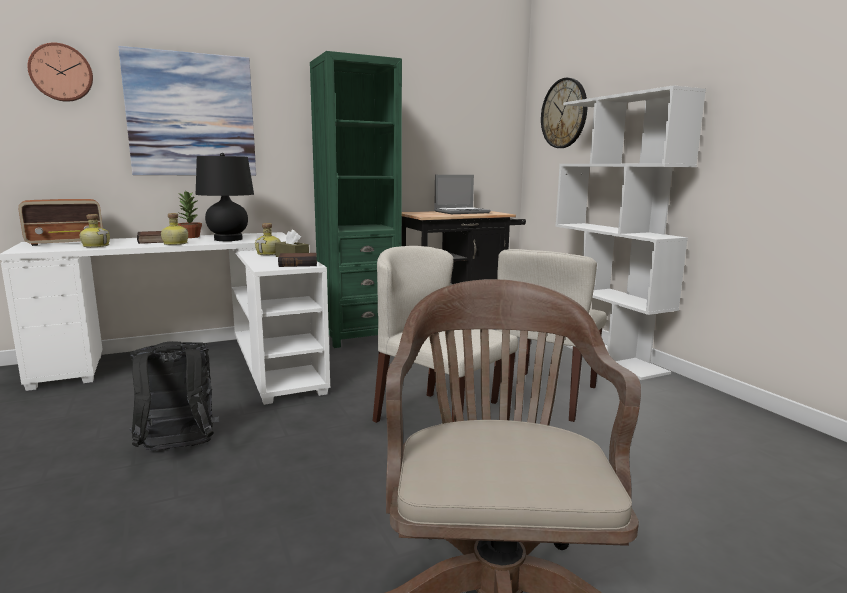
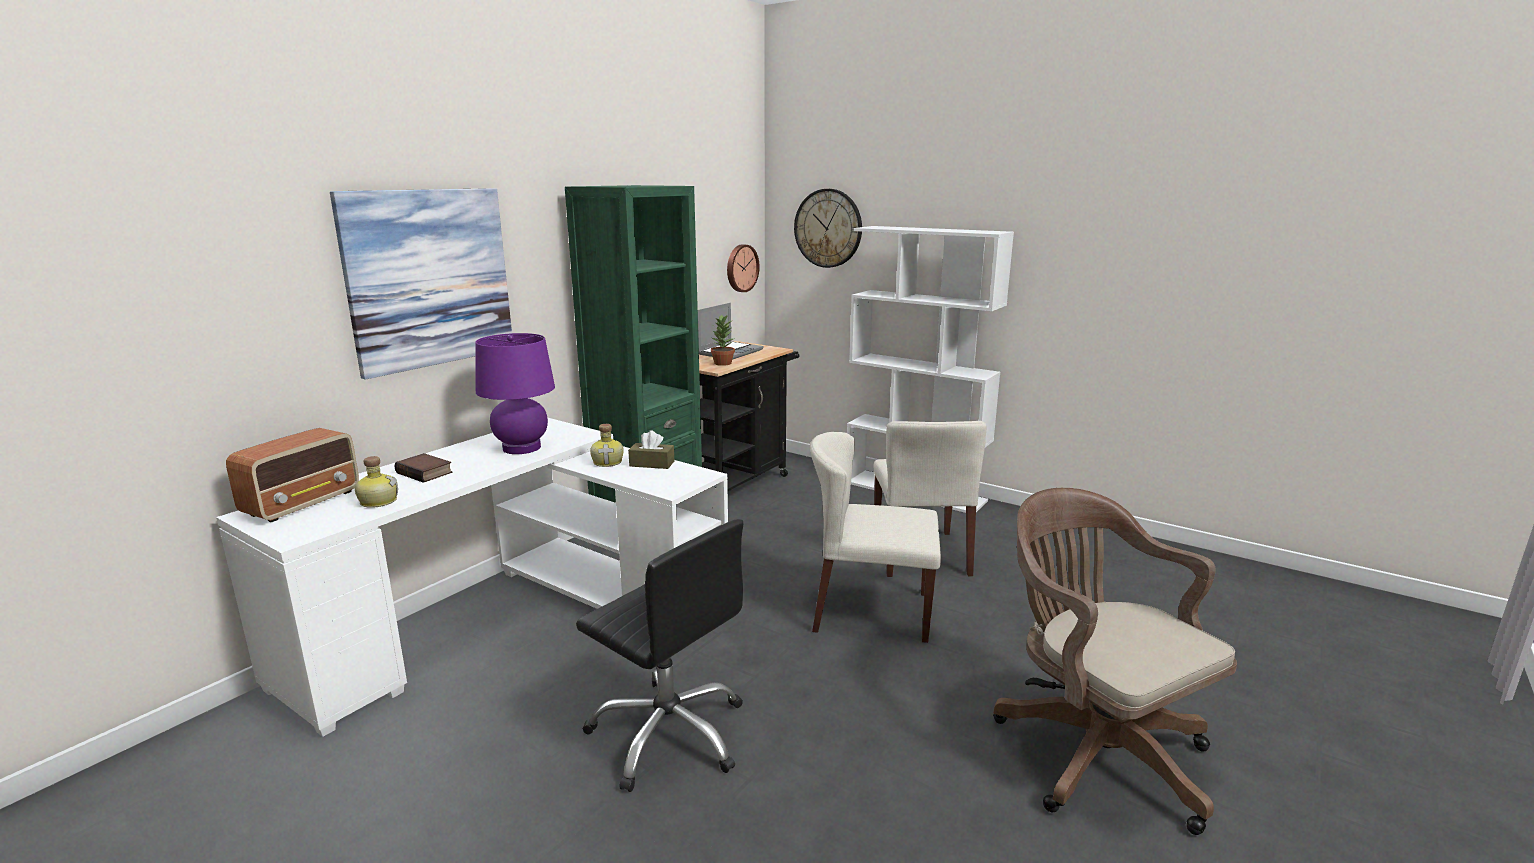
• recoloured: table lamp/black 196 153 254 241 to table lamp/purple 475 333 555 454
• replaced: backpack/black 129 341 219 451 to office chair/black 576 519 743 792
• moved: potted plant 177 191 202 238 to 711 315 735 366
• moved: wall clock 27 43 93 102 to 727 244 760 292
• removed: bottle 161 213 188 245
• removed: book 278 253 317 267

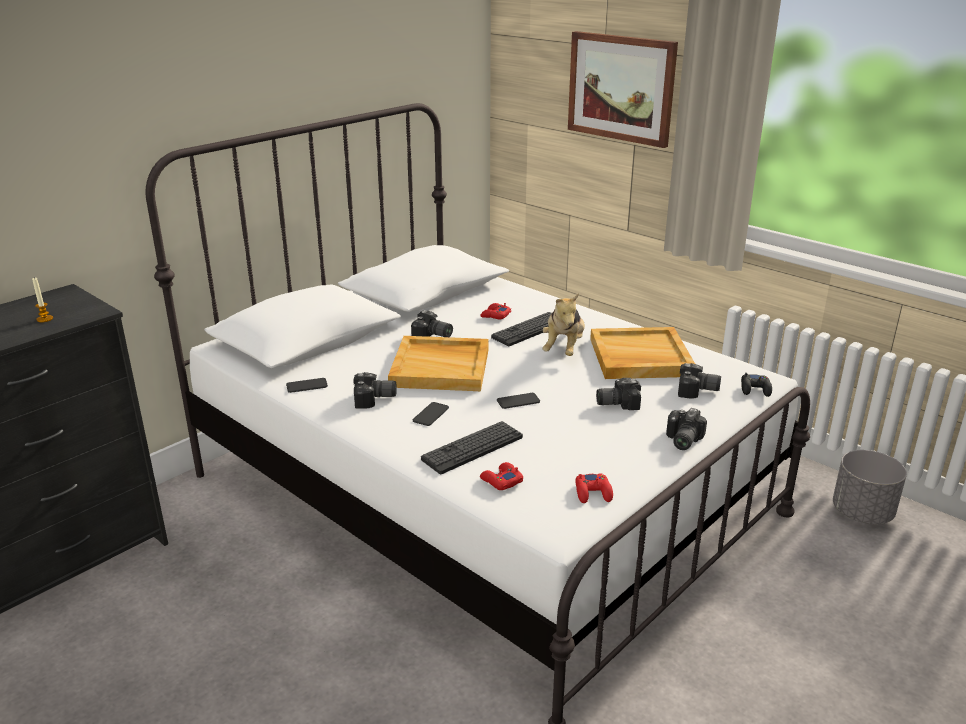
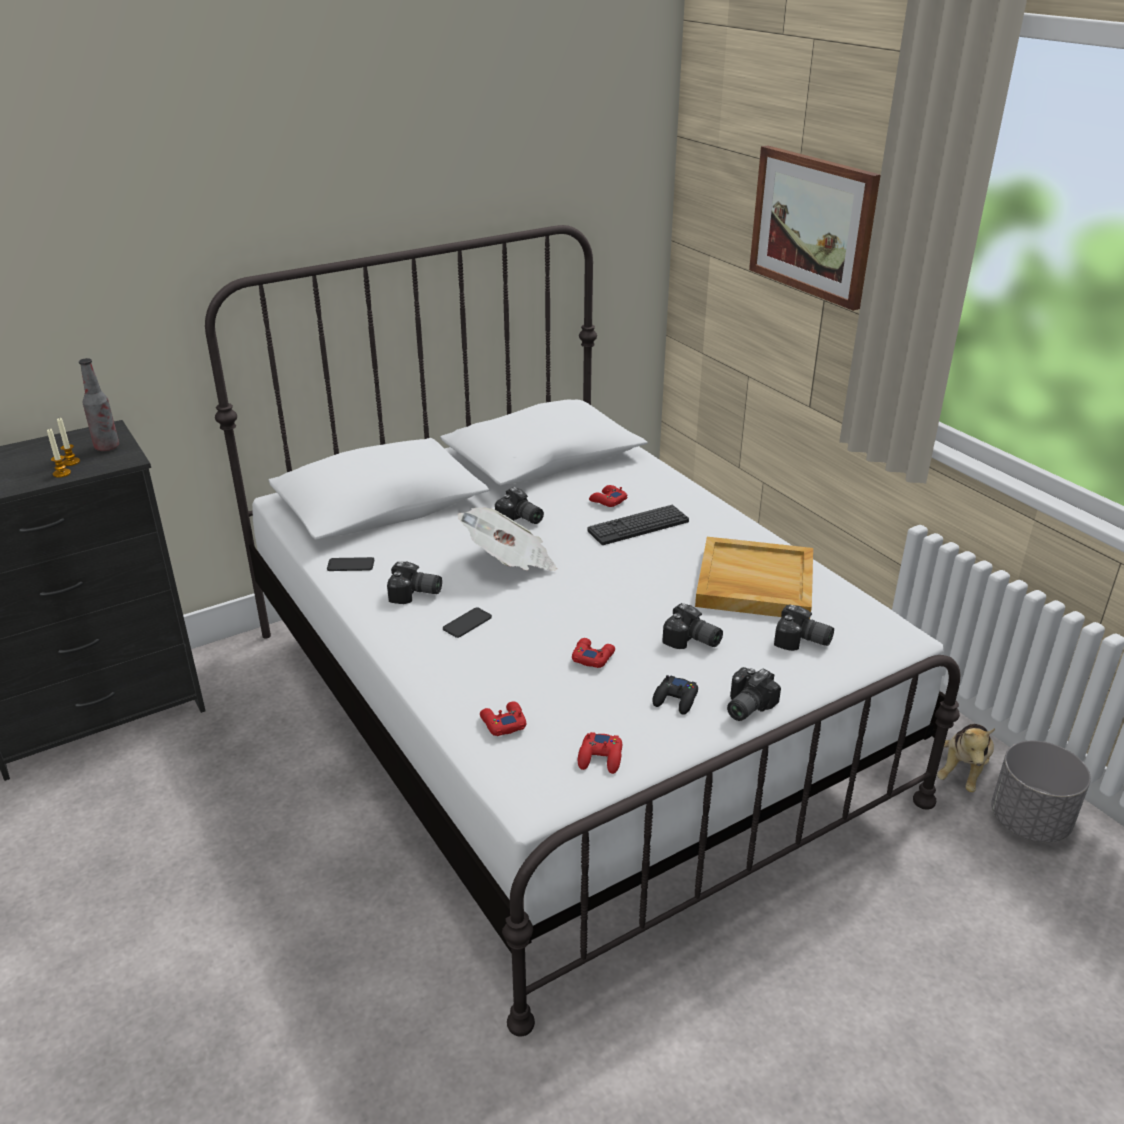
• added: candle 47 429 71 478
• added: bottle 79 358 119 451
• replaced: tray/beige 388 336 489 391 to newspaper 458 508 558 571
• added: game controller/red 572 638 615 668
• moved: game controller/black 741 373 772 397 to 653 675 698 715
• turned: photo camera 596 378 641 410 = 662 603 723 649 150 degrees counterclockwise
• moved: plush toy 542 293 585 356 to 937 724 995 792
• removed: keyboard 421 421 523 474
• removed: phone 497 393 540 409

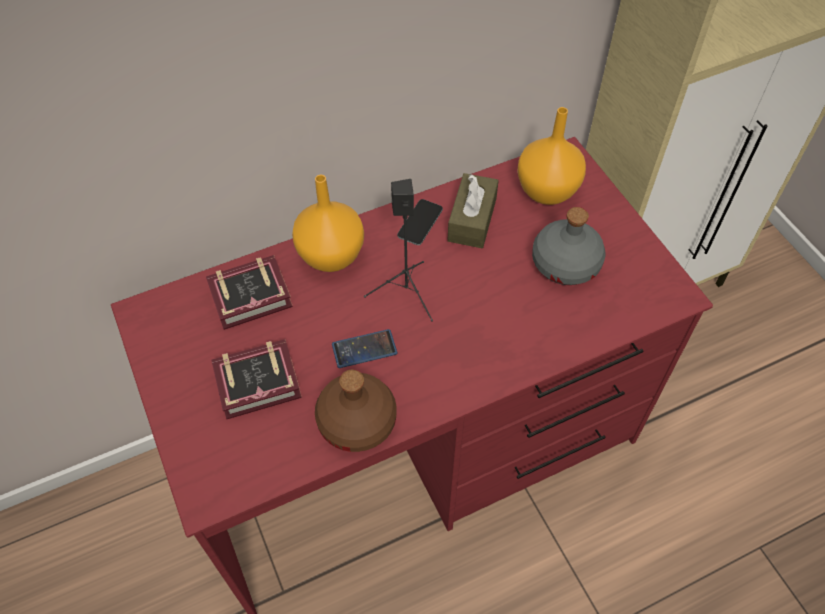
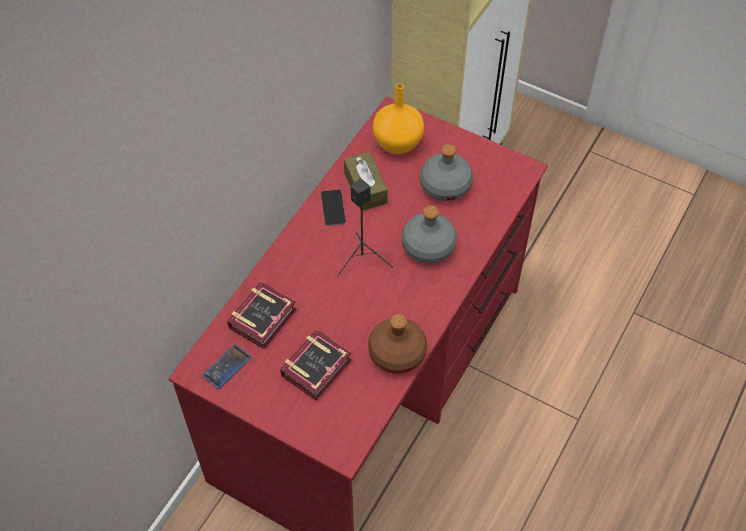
• moved: phone 332 329 397 368 to 202 344 251 389
• added: bottle/grey 402 205 457 263
• removed: vase/orange 292 175 364 272

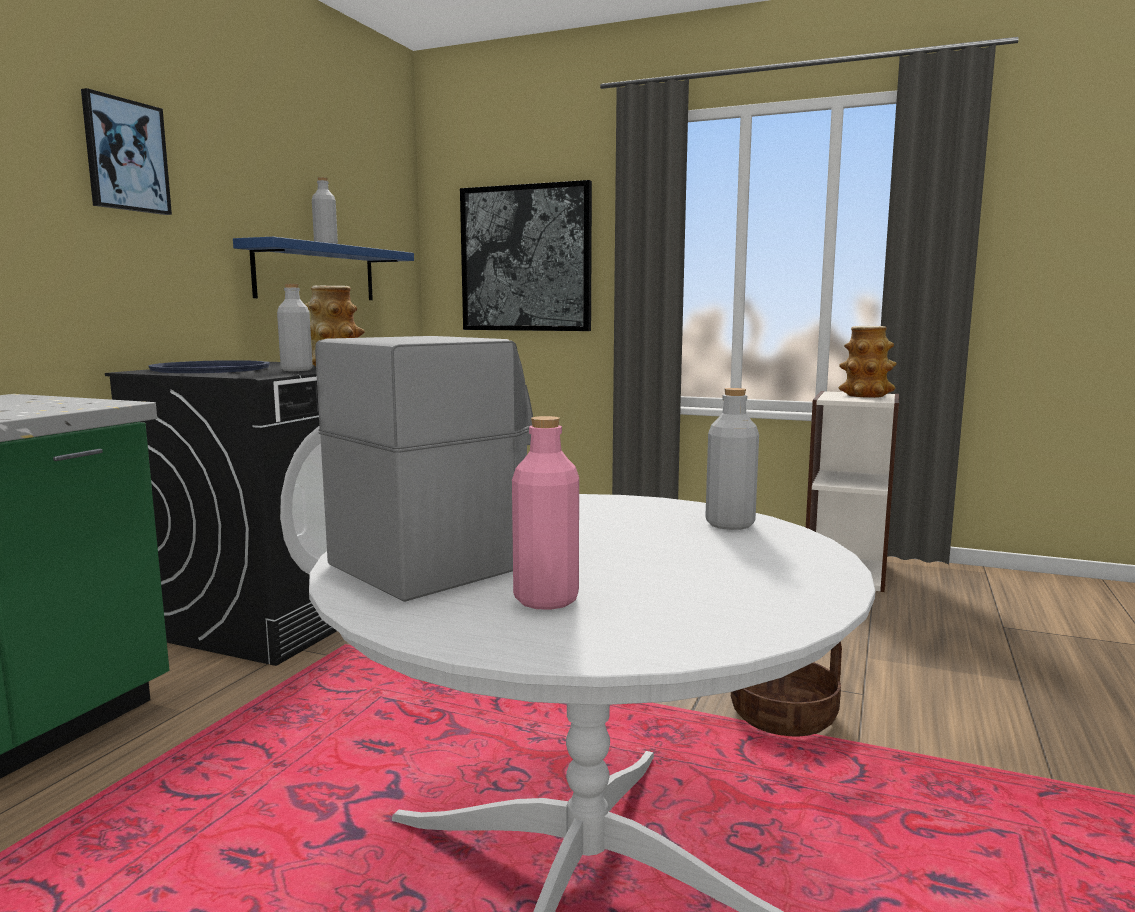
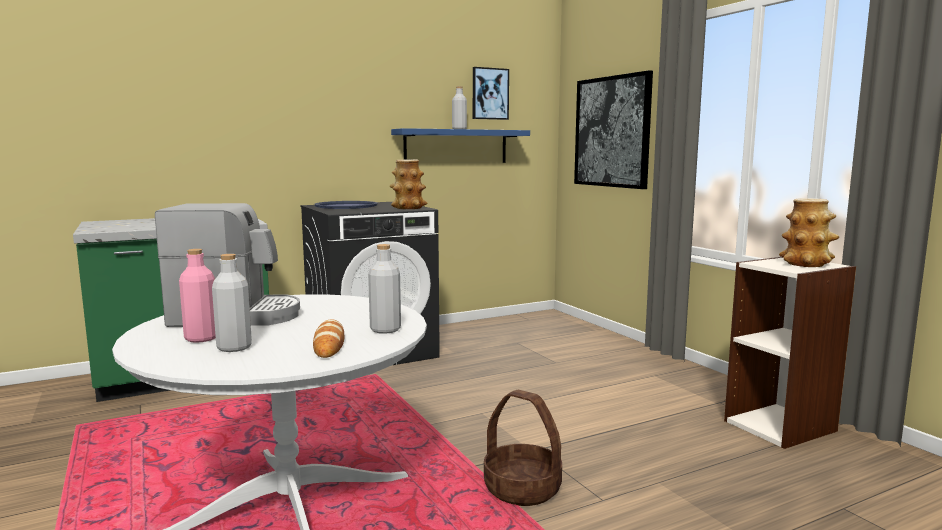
• moved: bottle/grey 277 284 313 371 to 212 254 252 352
• added: bread 313 319 344 358
• moved: picture 81 88 172 215 to 473 67 509 120

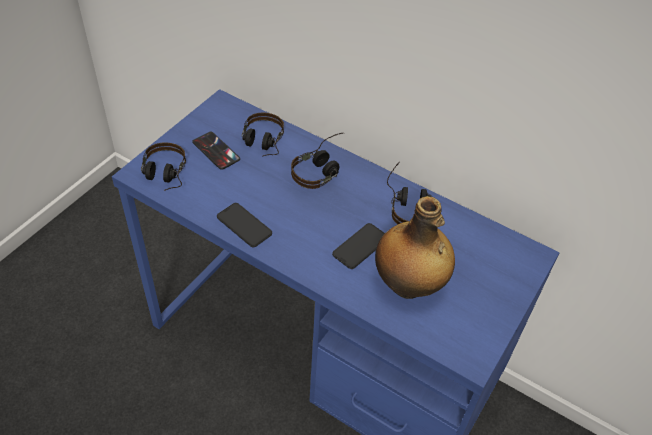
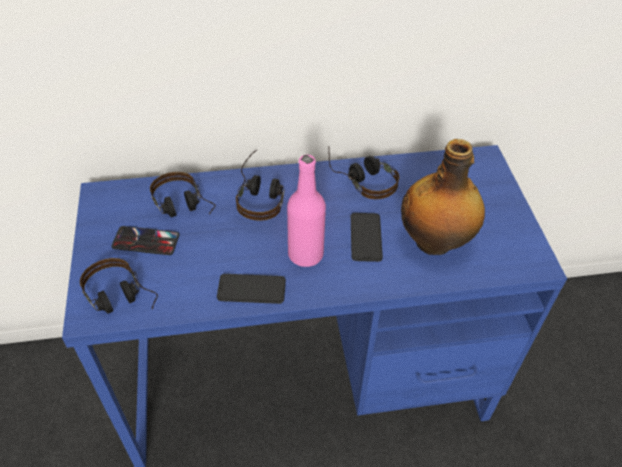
• added: bottle/pink 287 155 326 267

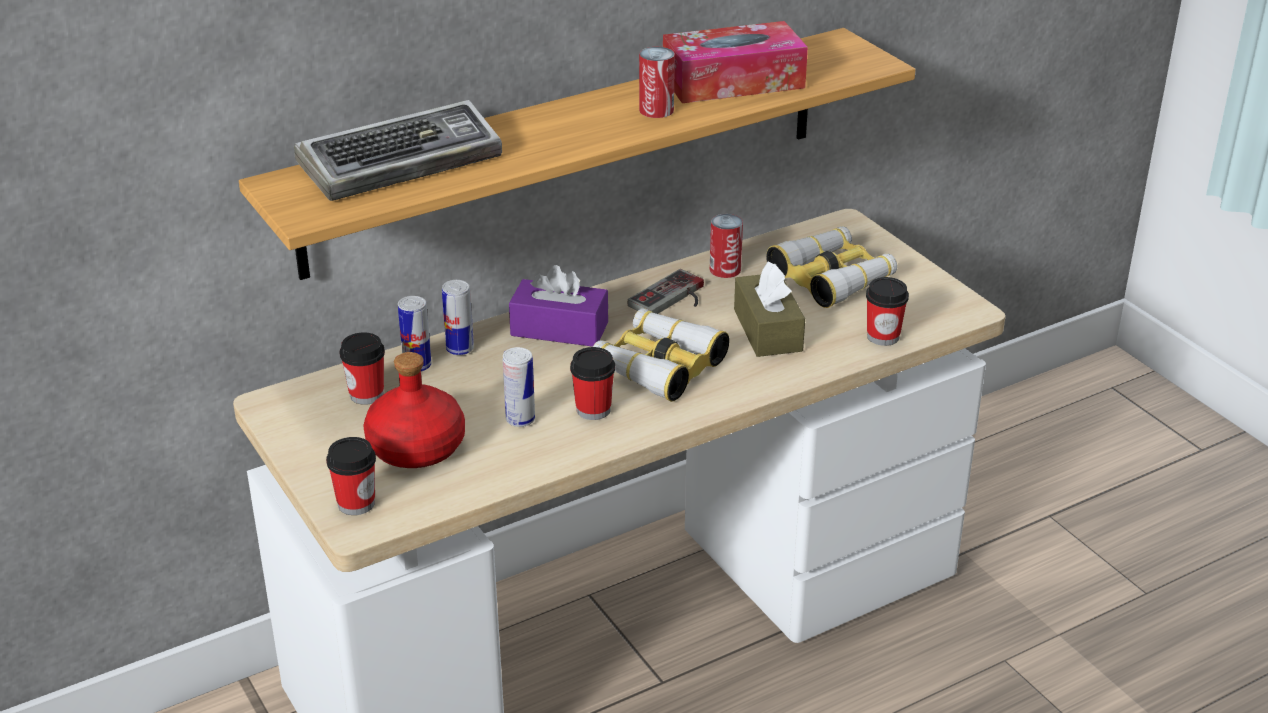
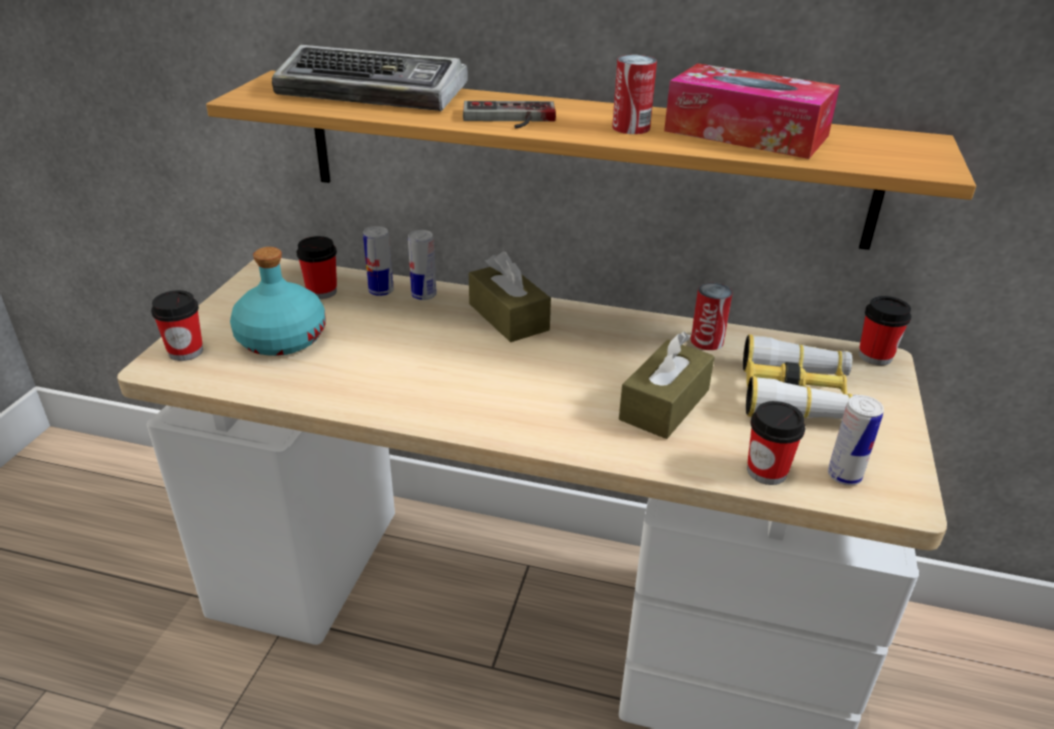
• recoloured: bottle/red 363 352 465 468 to bottle/turquoise 230 247 326 356
• moved: game controller 627 269 704 314 to 463 101 556 128
• recoloured: tissue box/purple 509 265 608 347 to tissue box/brown 469 252 551 342
• moved: can 503 347 535 427 to 828 395 884 486
• moved: cup 570 347 615 420 to 859 296 911 365
• removed: binoculars 593 308 729 402

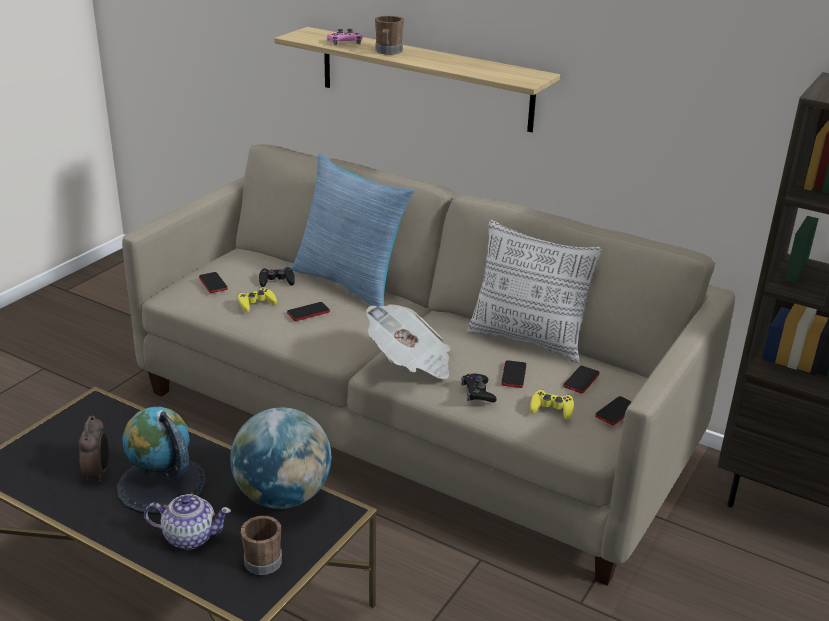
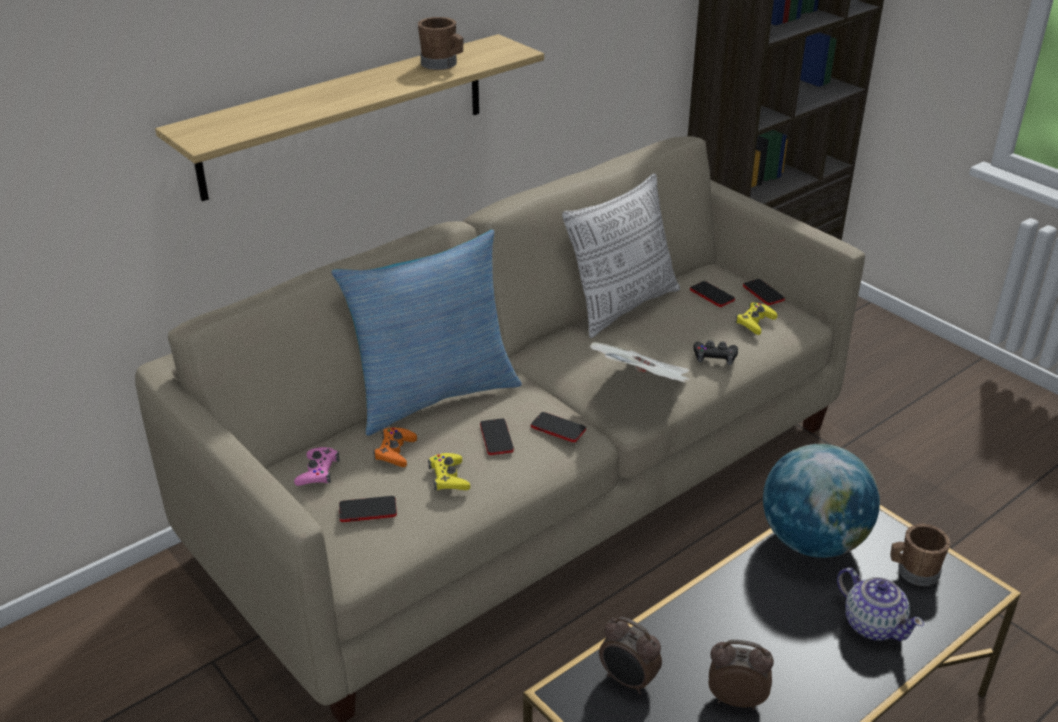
• moved: game controller/pink 327 29 363 45 to 294 447 340 486
• recoloured: game controller/black 259 267 295 287 to game controller/orange 373 427 417 467
• moved: mug/brown 375 16 404 55 to 418 17 463 70
• moved: phone 501 360 526 388 to 531 412 586 442
• added: alarm clock 599 617 662 694
• turned: teapot 144 494 231 549 = 837 567 924 641 120 degrees clockwise
• removed: globe 117 407 207 515

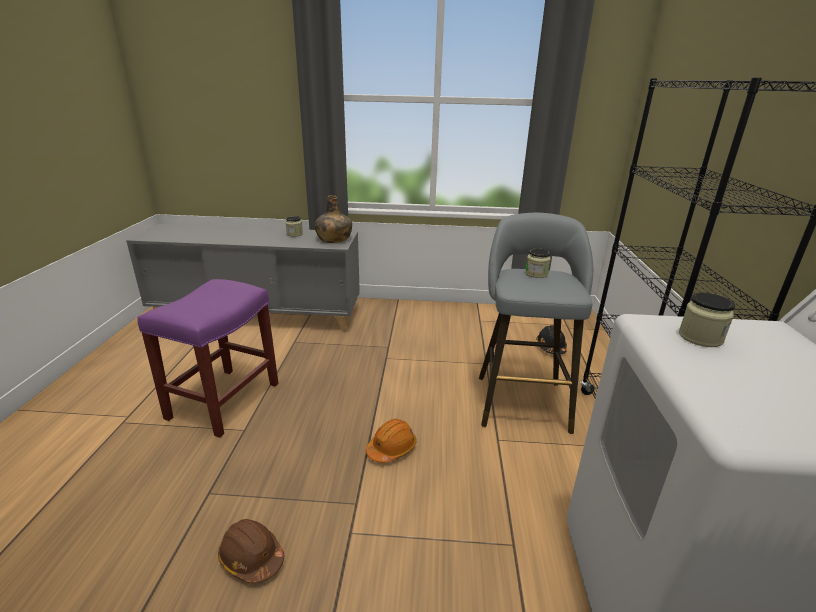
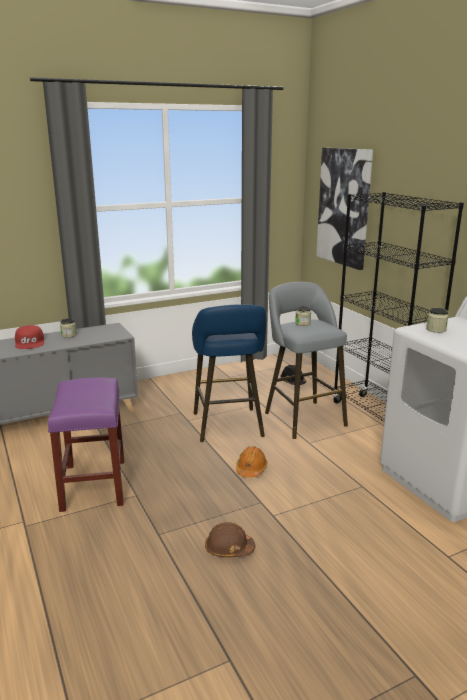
• added: cap/red 15 325 44 349
• added: stool/blue 192 304 267 442
• added: picture 316 148 373 270
• removed: bottle/green 315 195 352 243

